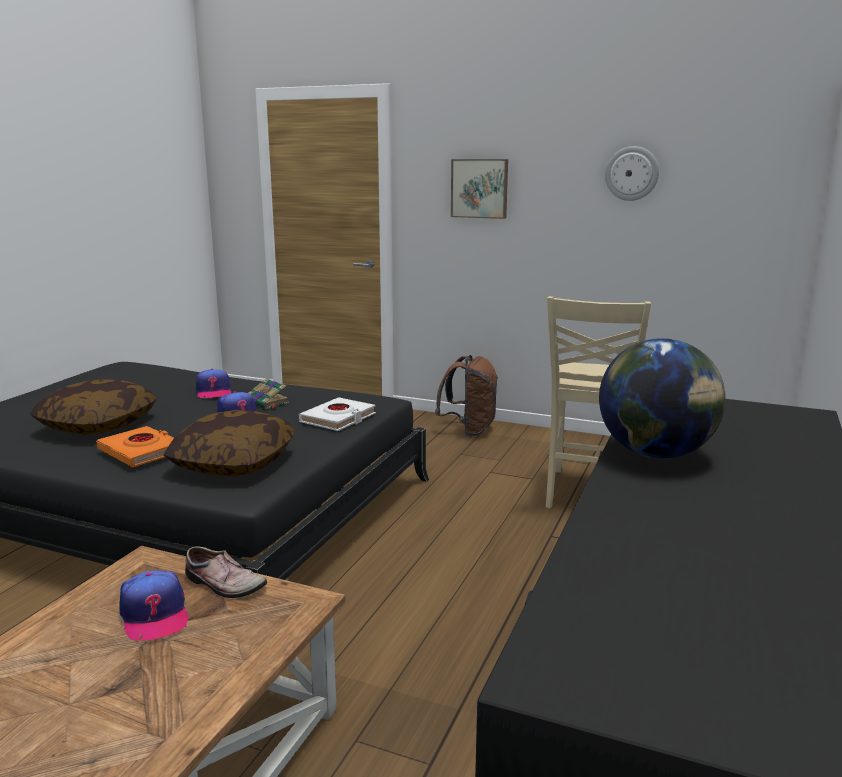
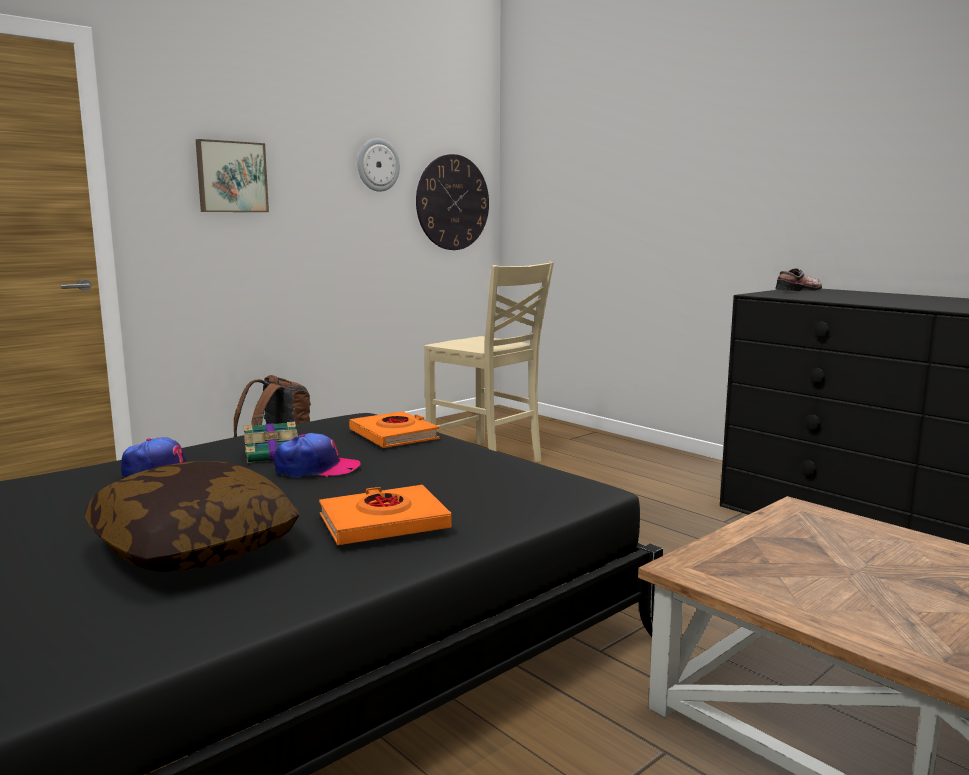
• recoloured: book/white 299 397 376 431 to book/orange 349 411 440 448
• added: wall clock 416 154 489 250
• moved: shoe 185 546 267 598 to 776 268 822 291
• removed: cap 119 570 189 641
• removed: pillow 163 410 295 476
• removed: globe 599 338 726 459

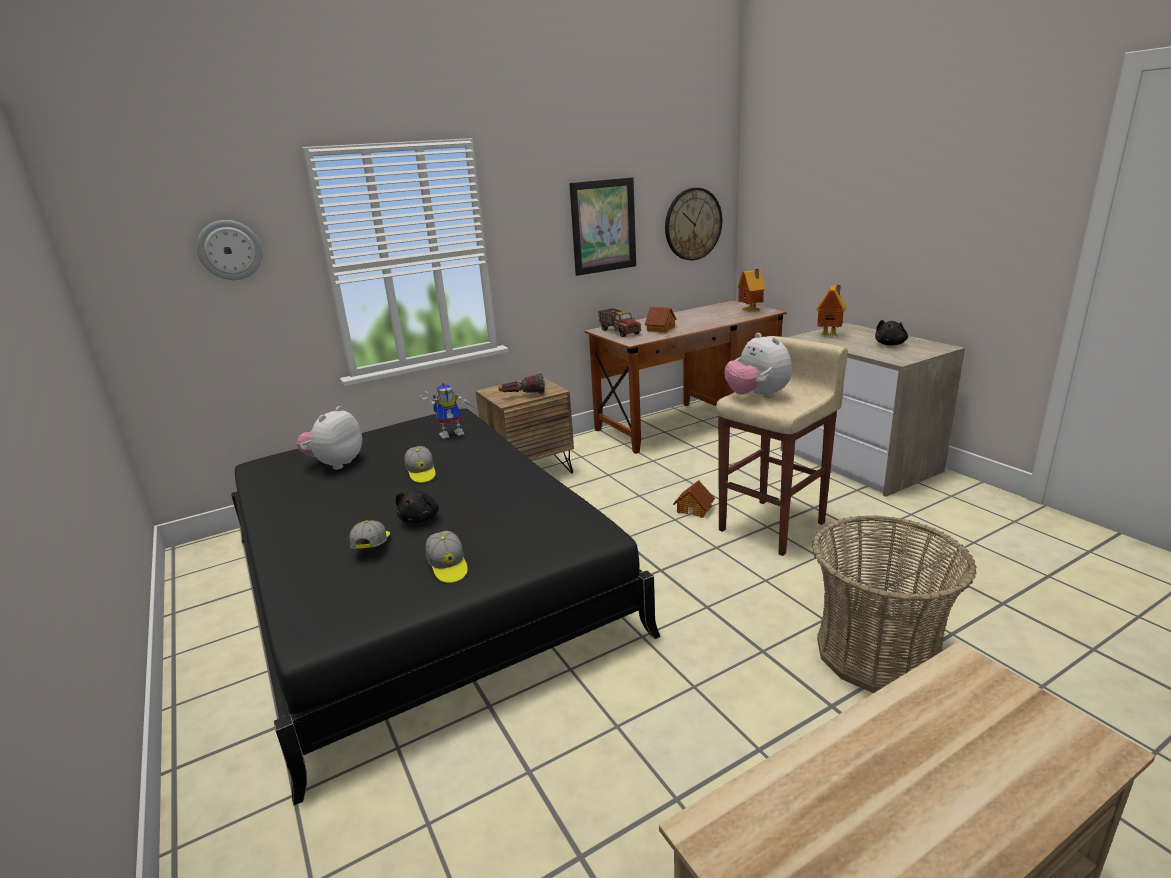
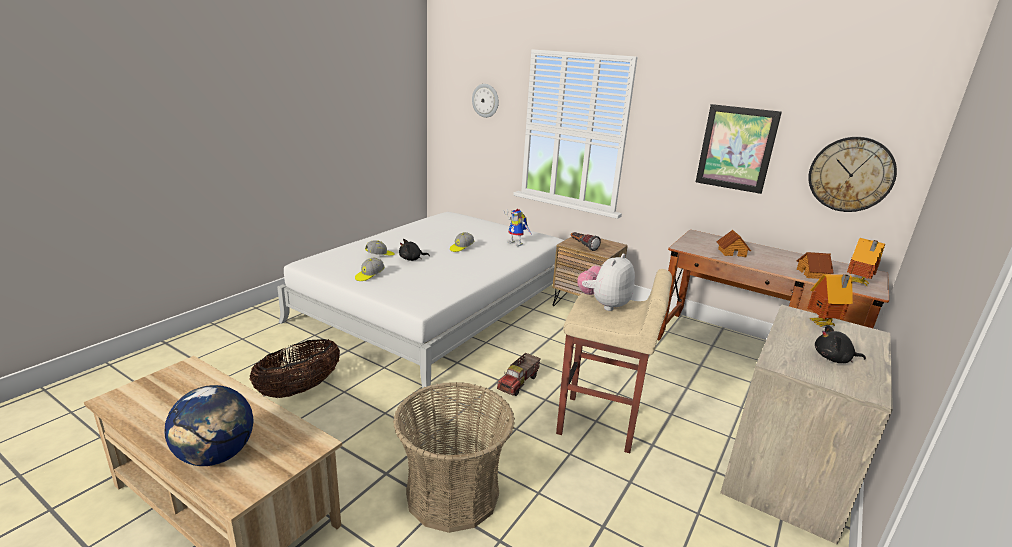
• added: globe 165 385 253 466
• added: basket 249 339 340 398
• recoloured: bed/black 231 408 661 806 to bed/white 277 212 564 388
• moved: toy truck 598 308 641 337 to 497 353 541 396
• moved: toy house 673 480 715 518 to 796 252 834 279
• removed: plush toy 296 406 362 470

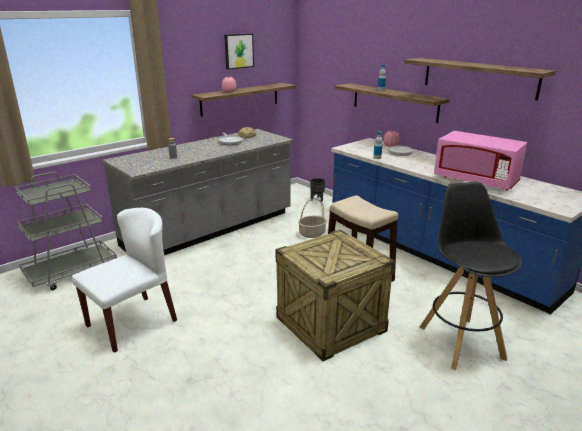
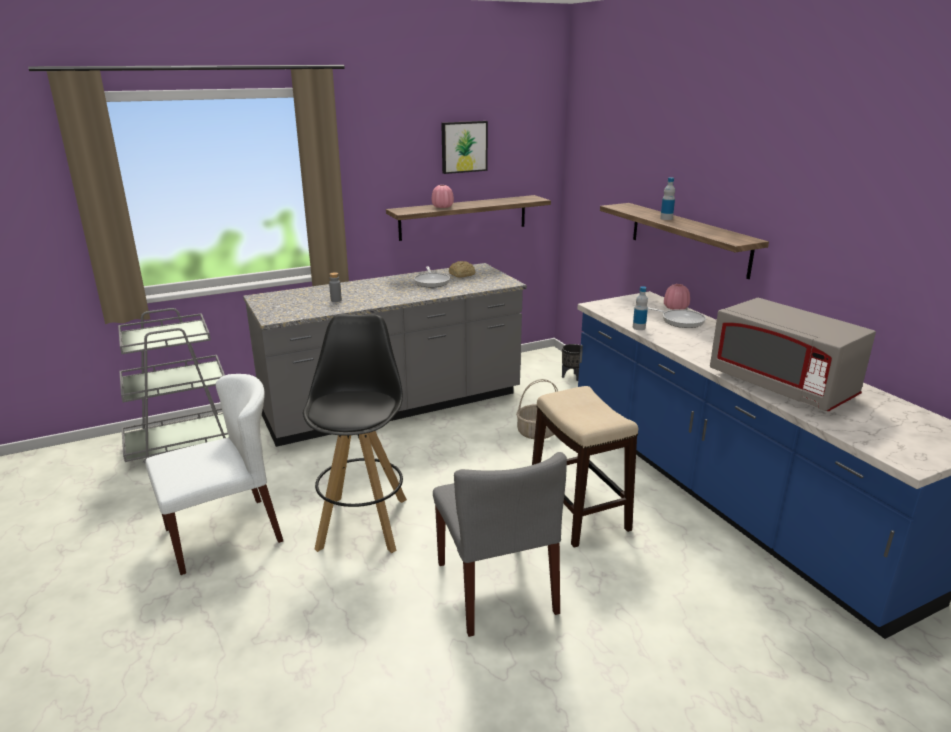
• moved: stool/black 419 182 522 370 to 303 314 407 553
• replaced: crate 275 229 395 361 to chair/grey 433 452 567 637
• recoloured: microwave/pink 434 131 527 190 to microwave/grey 710 298 876 411
• removed: shelf 404 58 556 101

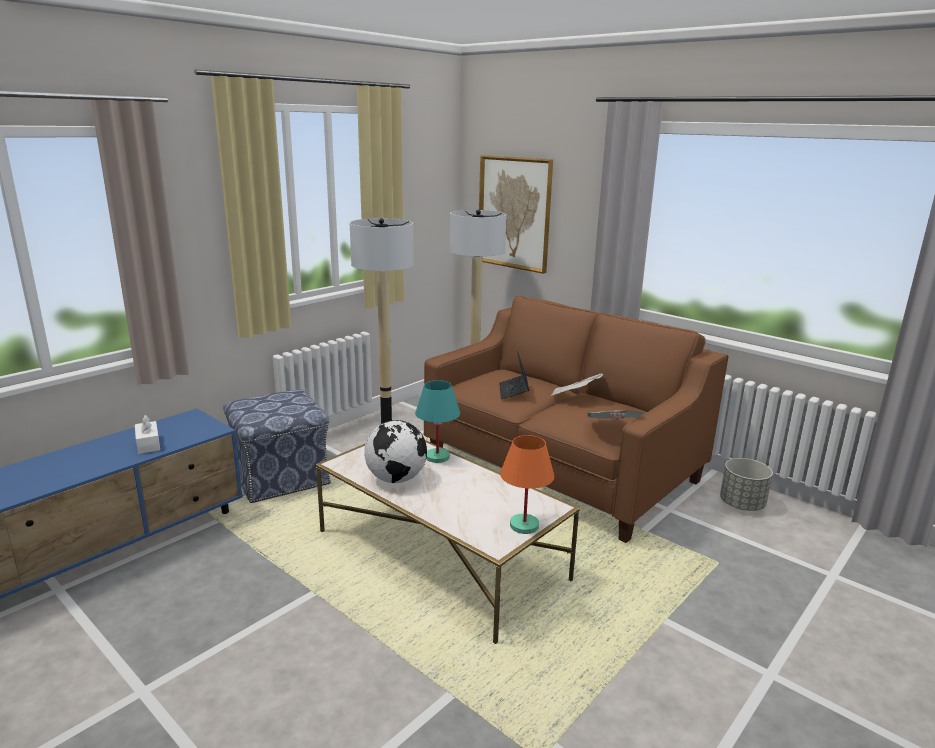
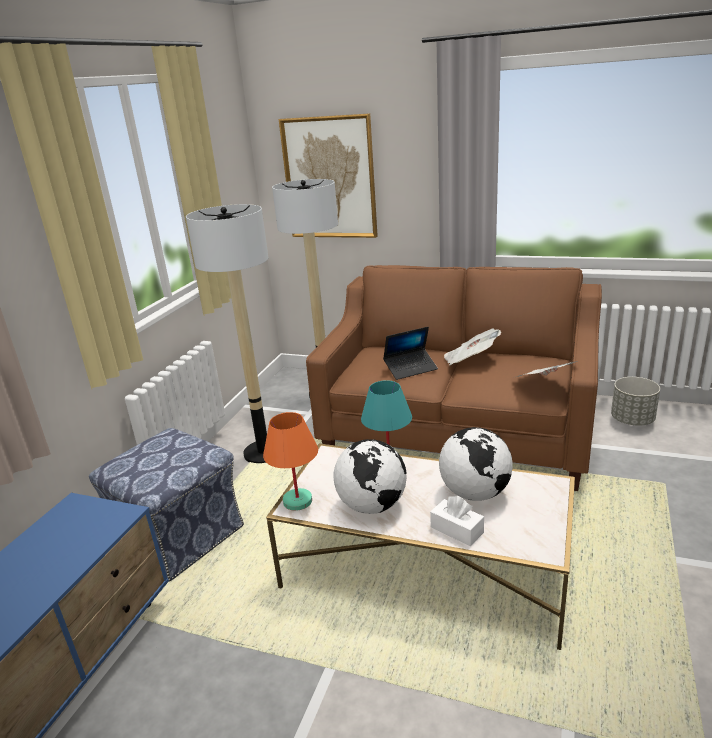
• moved: table lamp/orange 500 435 554 534 to 263 412 318 511
• turned: laptop 499 351 529 399 = 383 327 438 380 90 degrees counterclockwise
• moved: tissue box/white 135 415 160 454 to 430 496 484 546
• added: globe 439 427 513 501

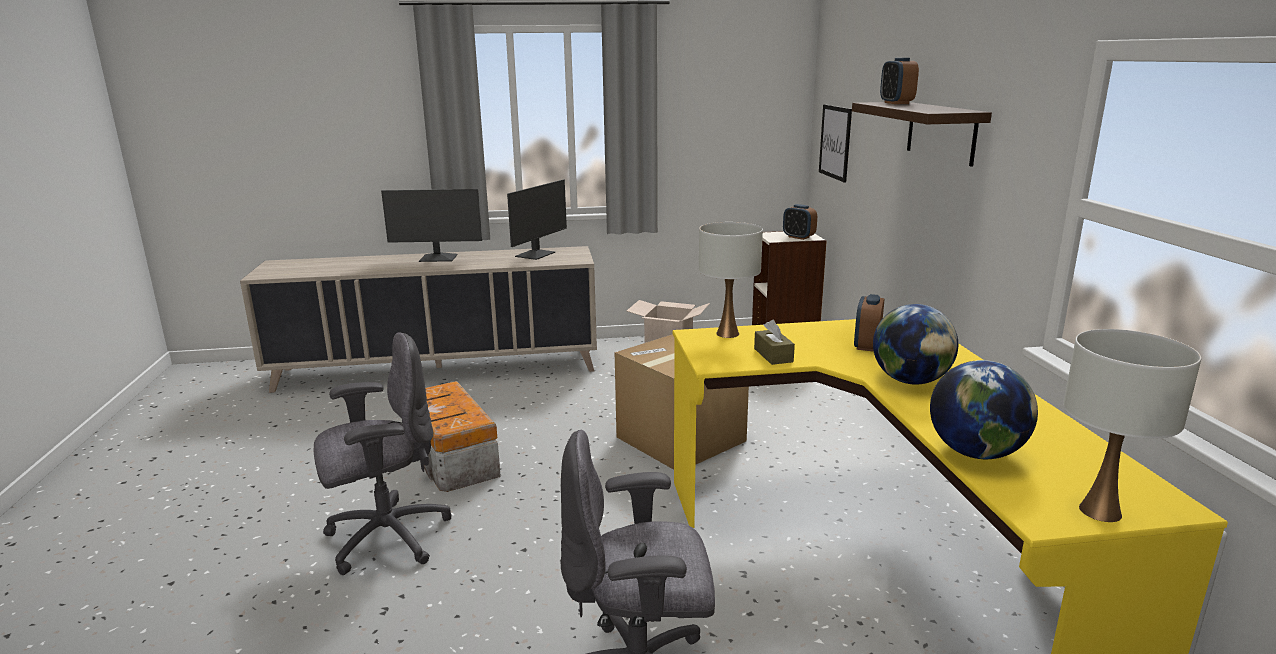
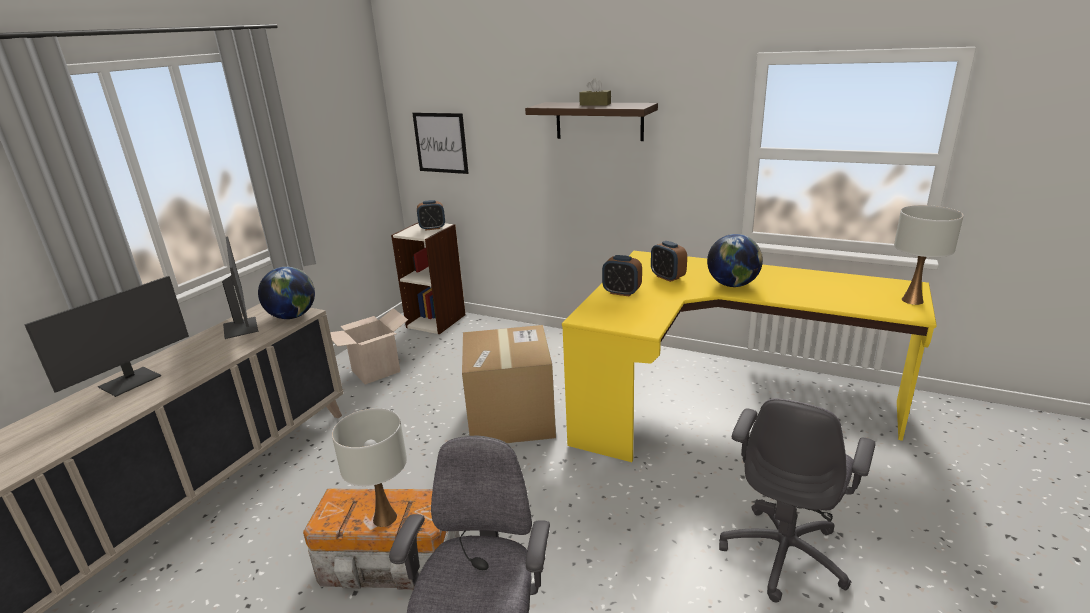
• moved: globe 930 360 1038 459 to 258 267 315 319
• moved: table lamp/white 699 222 763 338 to 332 408 407 527
• moved: tissue box/brown 754 319 795 365 to 579 79 611 106
• moved: alarm clock 880 58 919 104 to 602 255 642 296

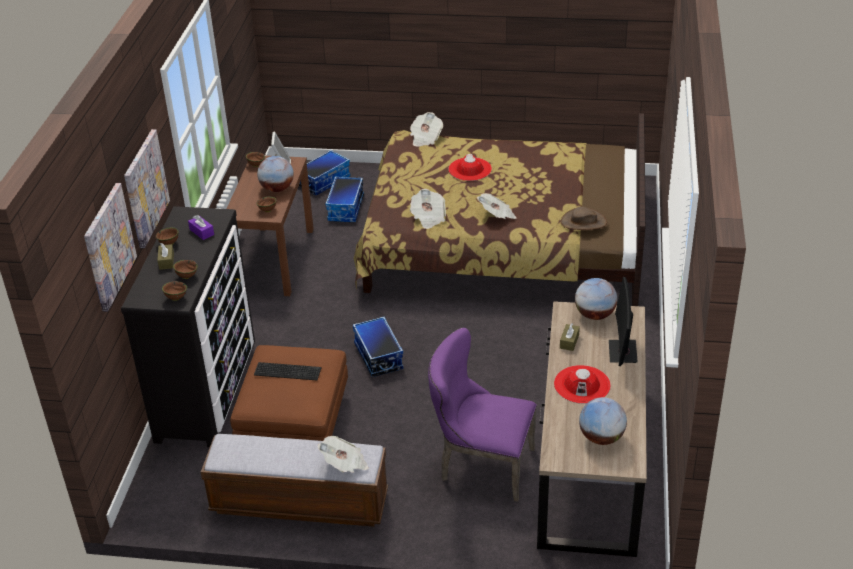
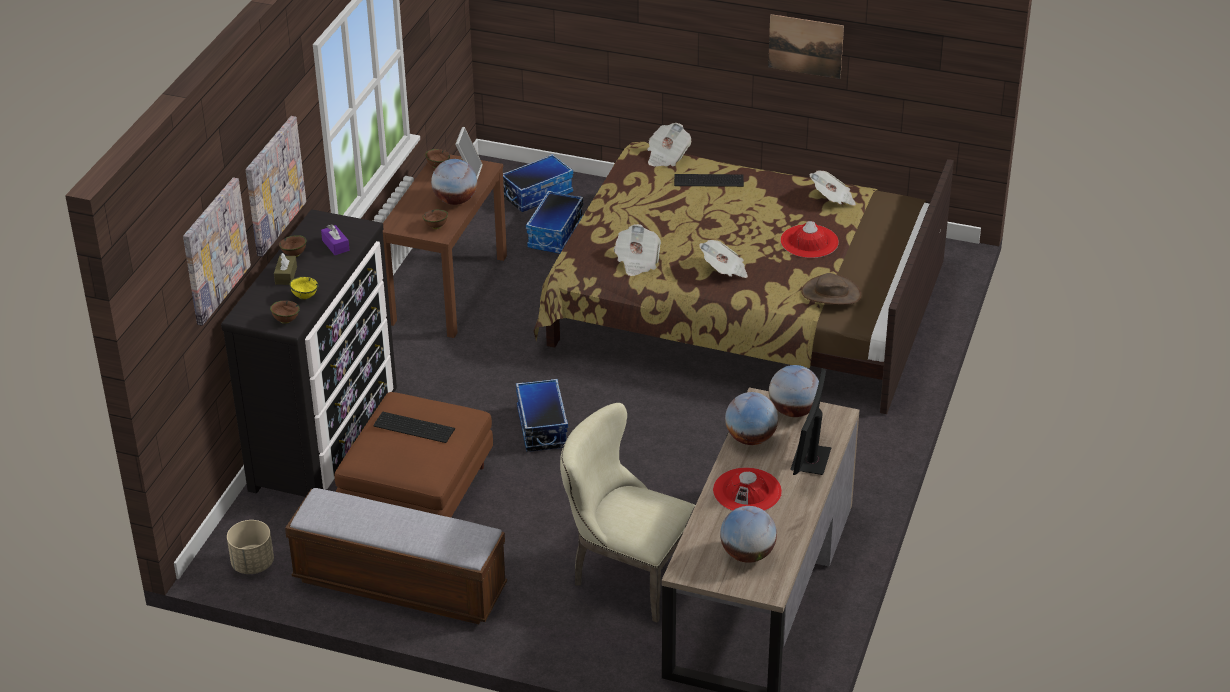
• added: planter/beige 227 520 274 574
• recoloured: bowl/brown 173 260 198 279 to bowl/yellow 289 277 318 300
• recoloured: chair/purple 428 328 537 502 to chair/beige 560 403 695 623
• added: keyboard 674 174 744 187
• replaced: tissue box/brown 560 323 580 351 to globe 725 392 778 445
• added: picture 768 14 844 79
• moved: hat/red 448 154 492 181 to 780 221 839 258
• moved: newspaper 318 436 369 473 to 810 171 856 206

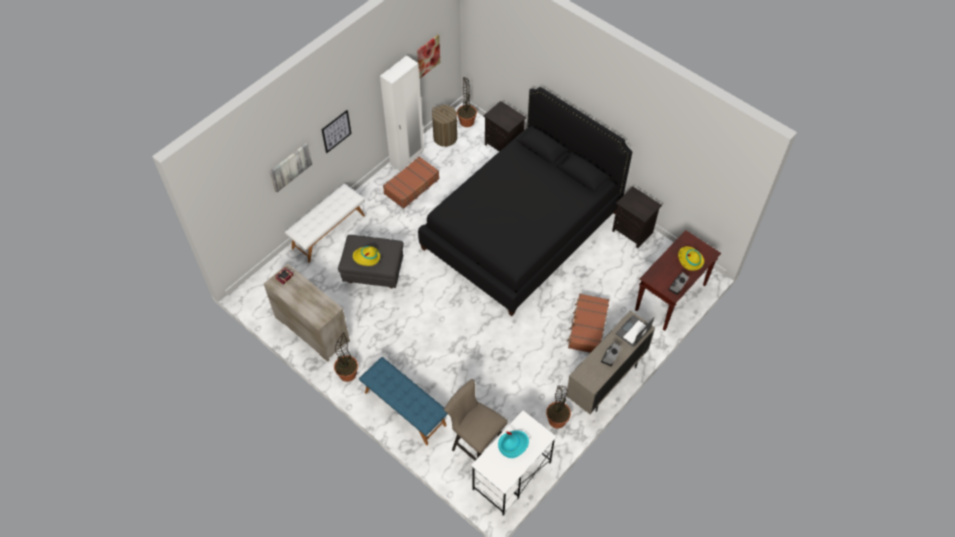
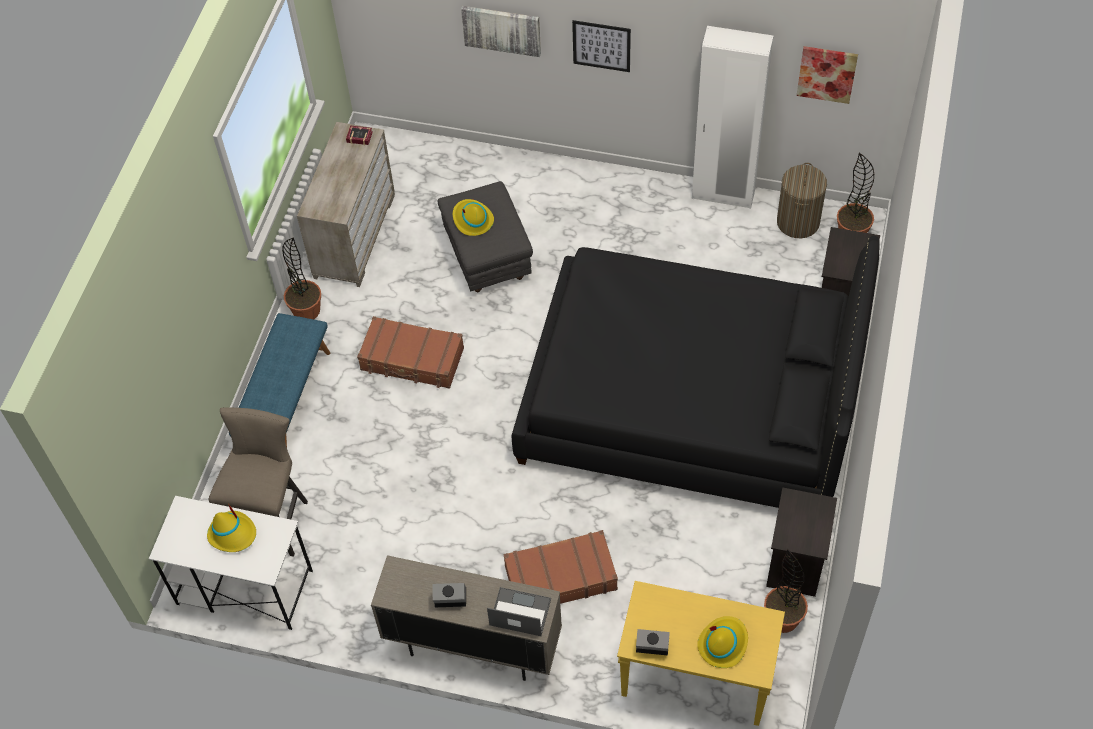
• recoloured: hat/turquoise 498 430 529 458 to hat/yellow 207 503 256 552
• moved: suitcase/brown 383 156 439 209 to 357 316 464 389
• recoloured: console table/brown 635 230 721 331 to console table/yellow 617 581 785 726
• moved: potted plant 546 386 571 428 to 764 549 808 633
• removed: bench/white 285 184 365 262

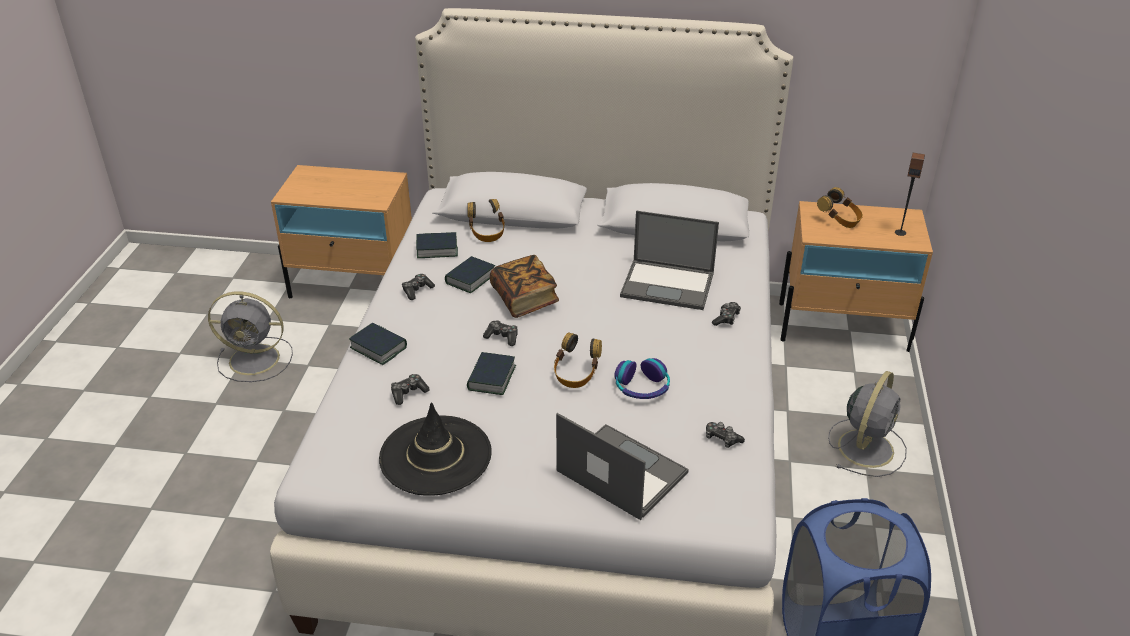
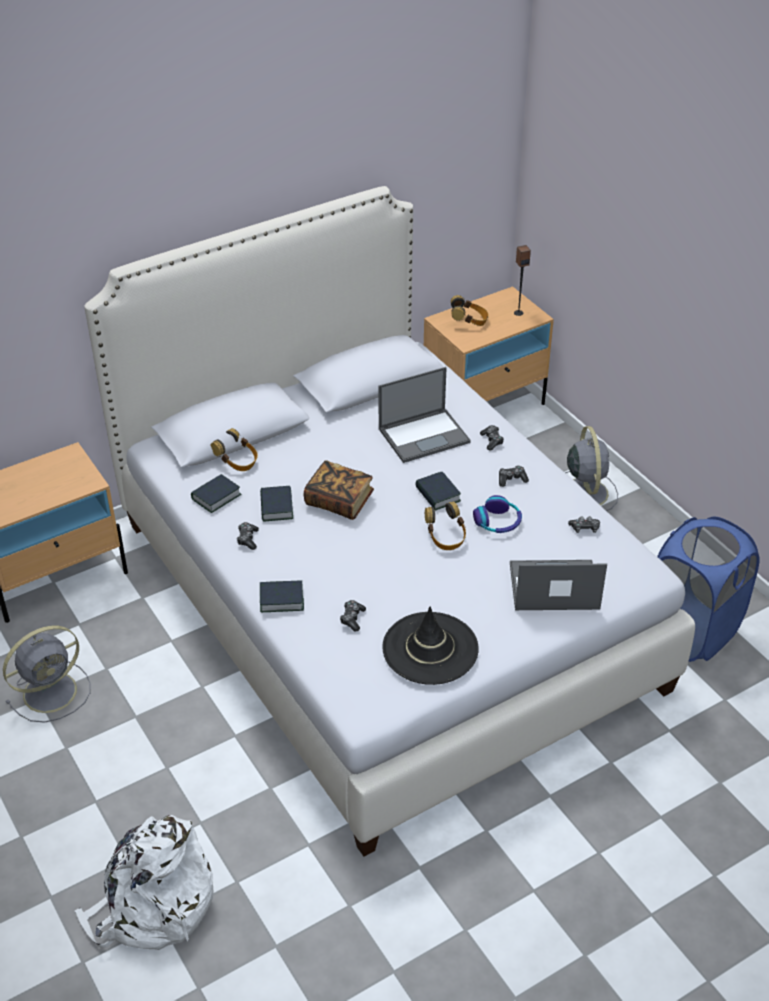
• added: backpack/white 75 815 213 950
• moved: book 467 352 516 395 to 415 472 461 511
• moved: game controller 483 320 518 346 to 499 466 529 487

